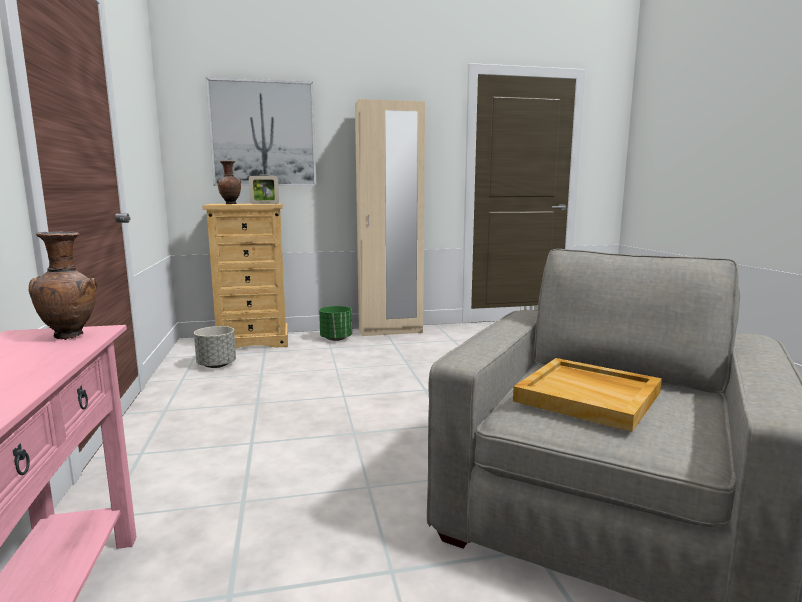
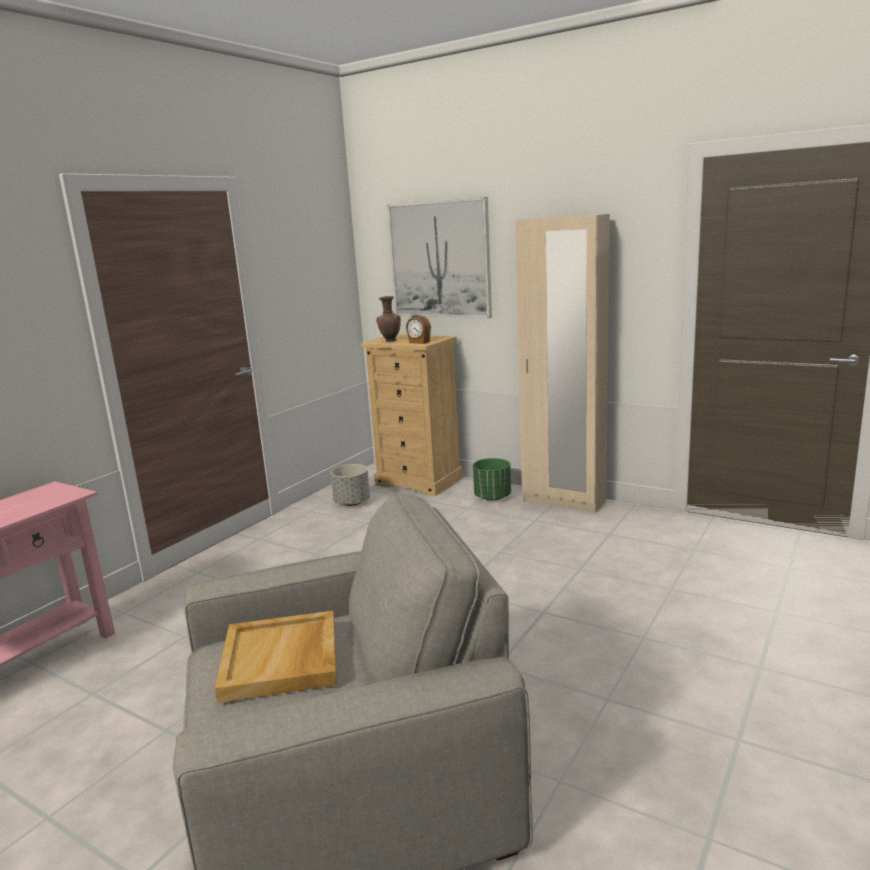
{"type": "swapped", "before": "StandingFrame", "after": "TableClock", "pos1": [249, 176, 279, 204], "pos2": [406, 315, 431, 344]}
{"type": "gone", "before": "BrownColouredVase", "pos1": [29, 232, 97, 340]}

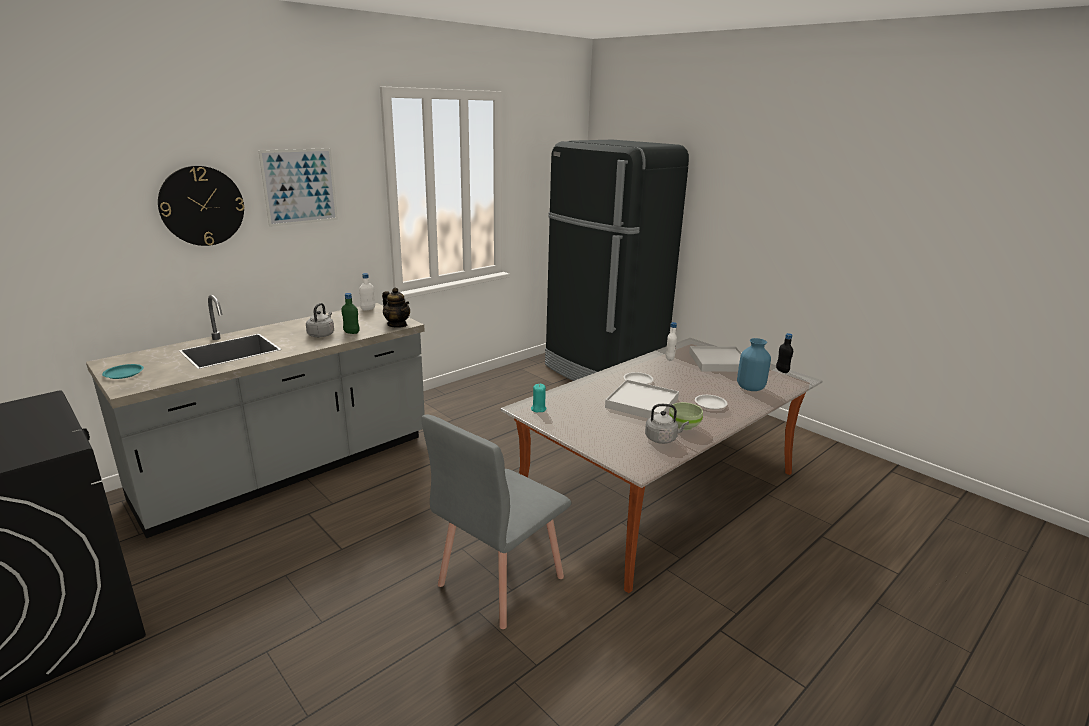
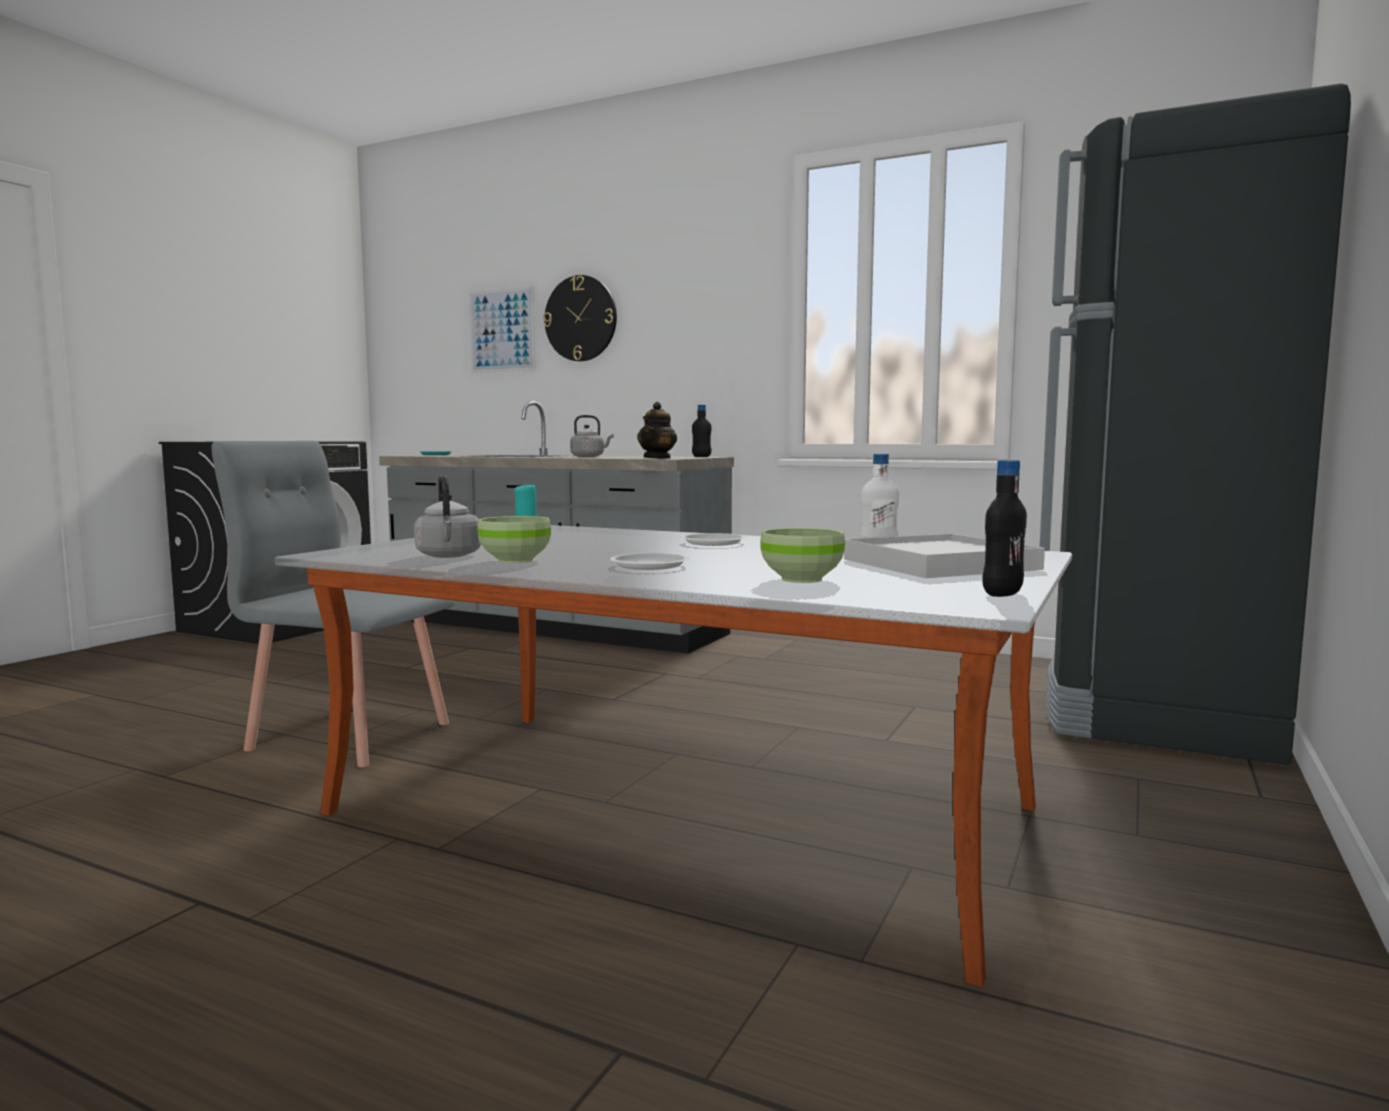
{"type": "shifted", "before": "Picture", "pos1": [258, 148, 338, 227], "pos2": [469, 287, 536, 373]}
{"type": "repainted", "before": "WhiteBeverageBottle", "after": "BlackishBeverageBottle", "pos1": [359, 273, 375, 311], "pos2": [692, 405, 711, 457]}
{"type": "gone", "before": "GreenColouredBeverageBottle", "pos1": [341, 293, 360, 334]}
{"type": "swapped", "before": "BlueColouredVase", "after": "GreenColouredDeepDish", "pos1": [737, 338, 771, 391], "pos2": [760, 528, 845, 583]}
{"type": "gone", "before": "WhiteServingTray", "pos1": [605, 380, 679, 419]}

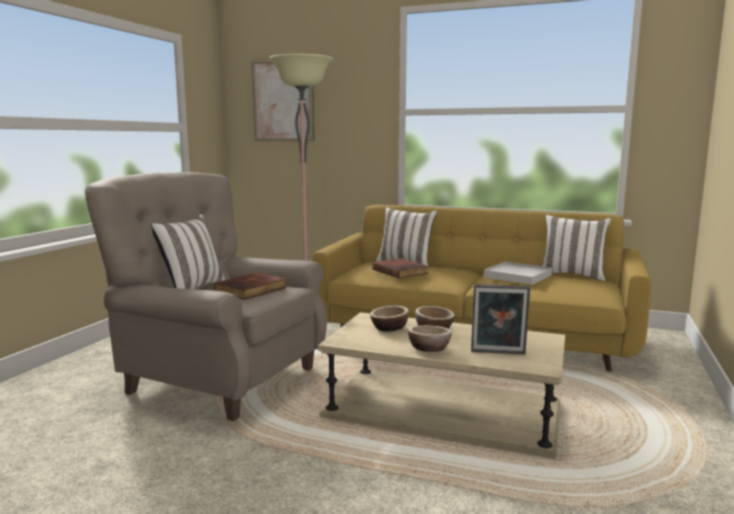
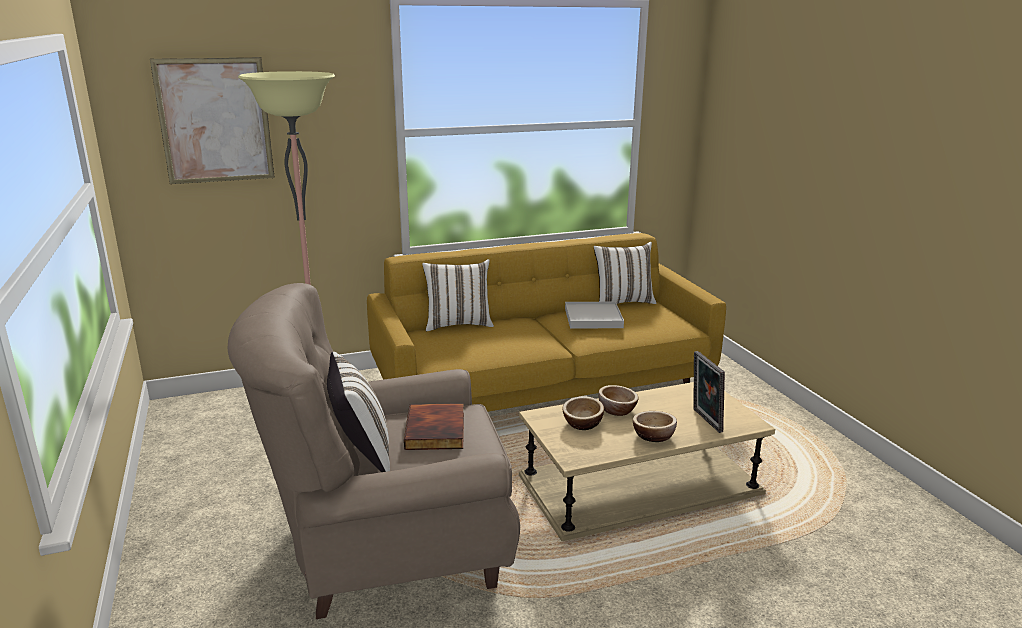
{"type": "gone", "before": "Book", "pos1": [372, 258, 428, 278]}
{"type": "rotated", "before": "StandingFrame", "pos1": [471, 284, 530, 355], "pos2": [693, 351, 725, 433], "turn": 105}

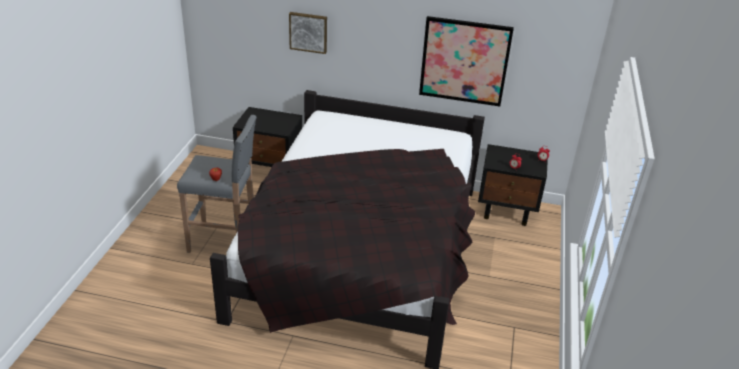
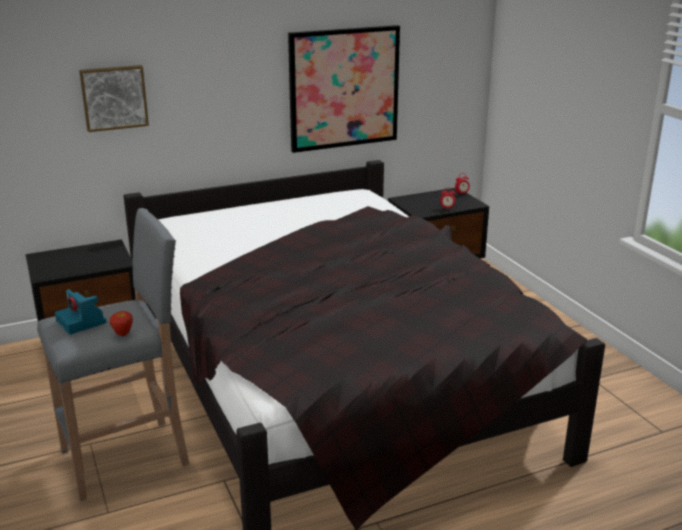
{"type": "new", "after": "PhotoCamera", "pos2": [55, 289, 107, 335]}

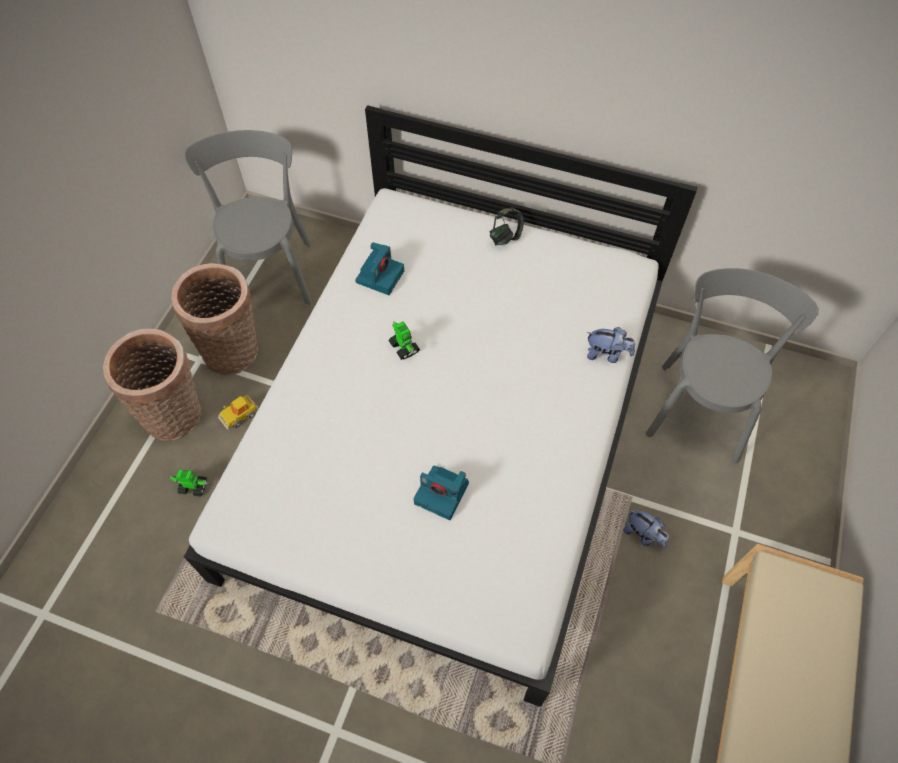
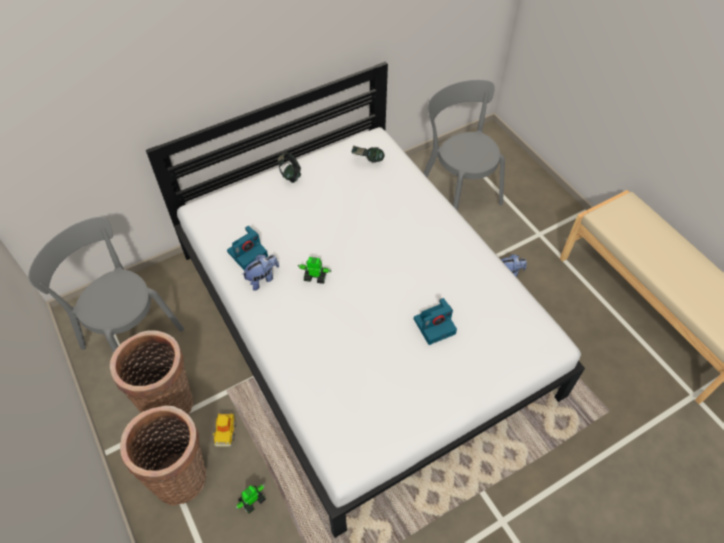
{"type": "rotated", "before": "PhotoCamera", "pos1": [355, 242, 404, 295], "pos2": [227, 226, 268, 270], "turn": 75}
{"type": "shifted", "before": "PlushToy", "pos1": [587, 327, 635, 363], "pos2": [242, 254, 279, 291]}
{"type": "new", "after": "Headset", "pos2": [351, 146, 385, 163]}

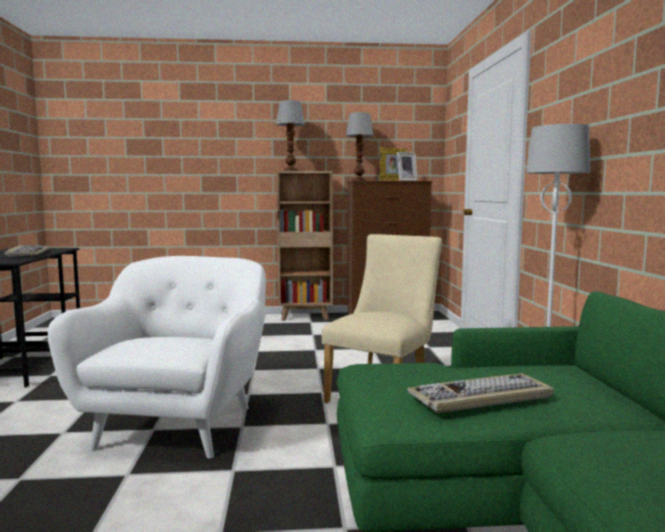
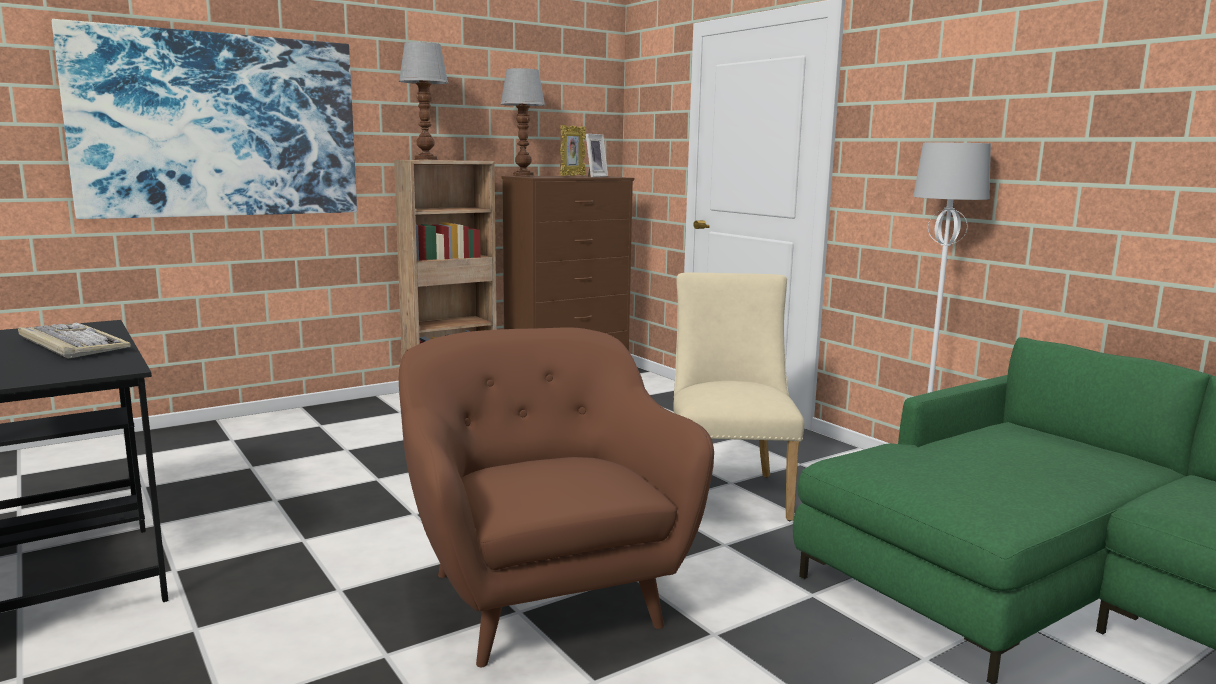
{"type": "repainted", "before": "WhiteEasyChair", "after": "BrownColouredEasyChair", "pos1": [48, 256, 266, 459], "pos2": [399, 327, 714, 667]}
{"type": "gone", "before": "PcKeyboard", "pos1": [407, 373, 554, 413]}
{"type": "new", "after": "Picture", "pos2": [52, 19, 357, 219]}

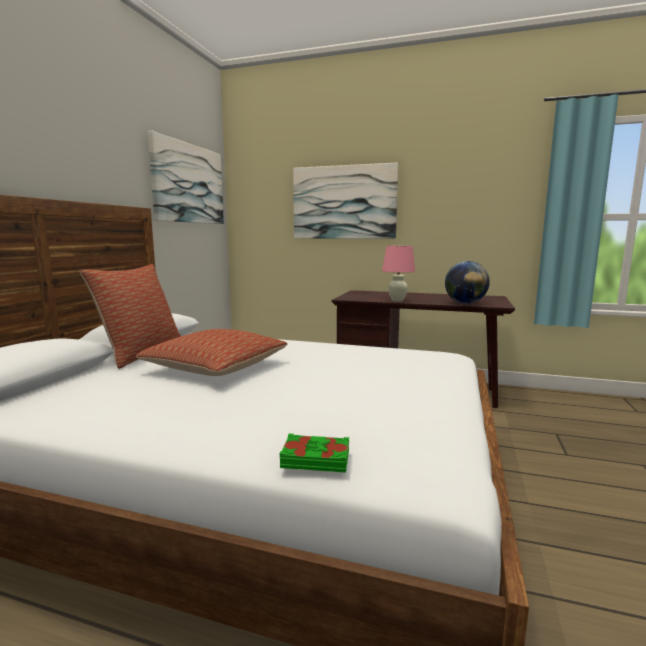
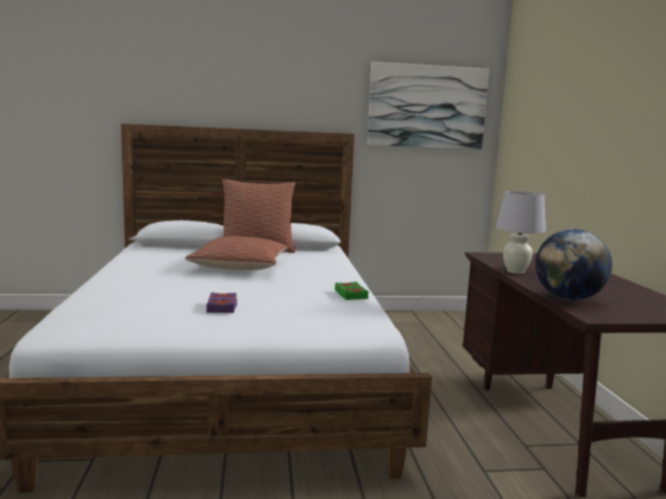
{"type": "gone", "before": "Picture", "pos1": [293, 162, 398, 239]}
{"type": "repainted", "before": "PinkTableLamp", "after": "WhiteTableLamp", "pos1": [382, 246, 415, 302], "pos2": [496, 191, 546, 274]}
{"type": "shifted", "before": "GreenColouredBook", "pos1": [279, 434, 349, 473], "pos2": [335, 282, 369, 300]}
{"type": "new", "after": "PurplishBook", "pos2": [206, 292, 237, 313]}

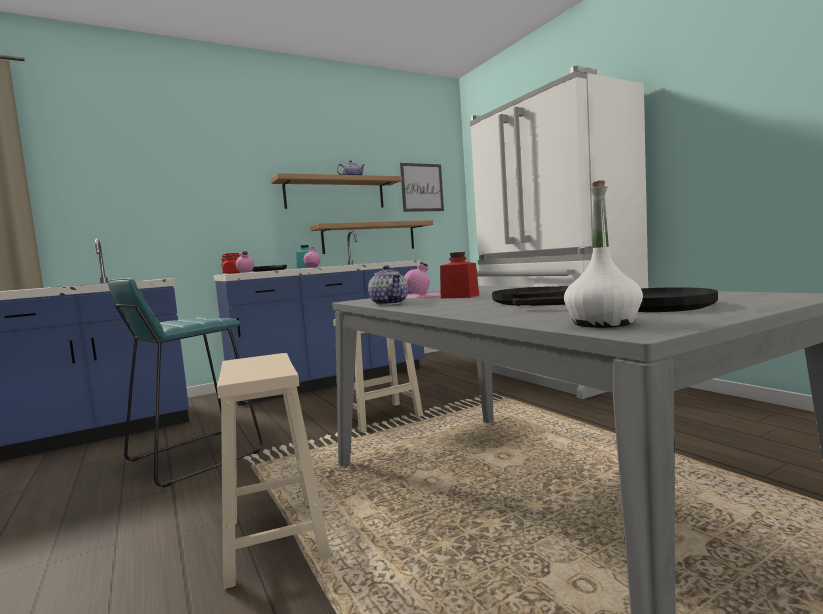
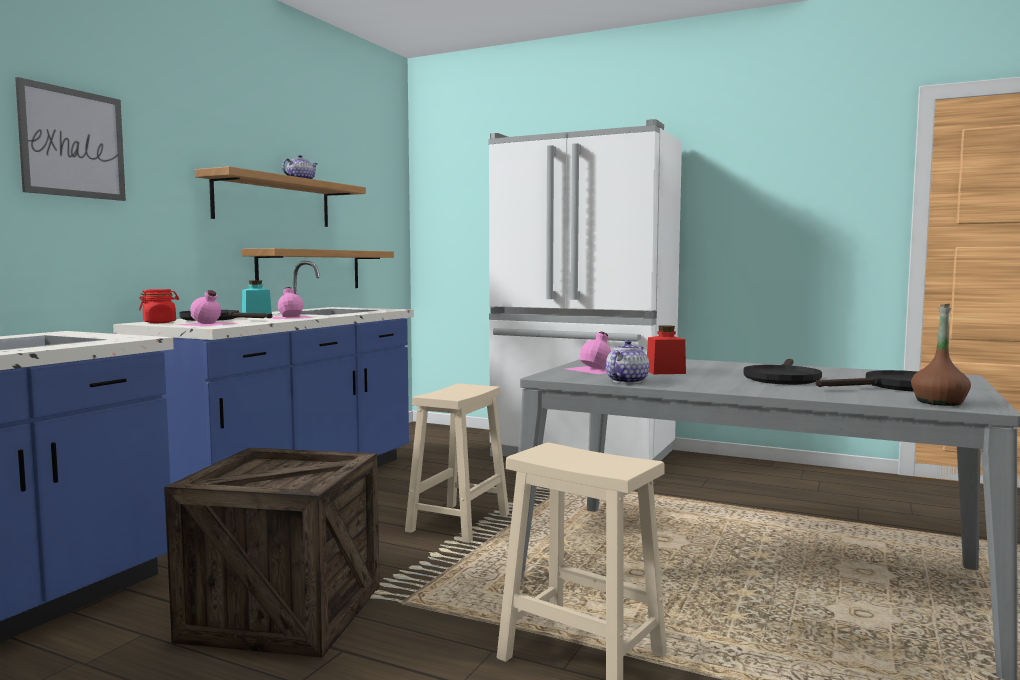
{"type": "shifted", "before": "Picture", "pos1": [400, 163, 444, 212], "pos2": [15, 77, 126, 201]}
{"type": "repainted", "before": "WhiteBeverageBottle", "after": "BrownColouredBeverageBottle", "pos1": [564, 181, 643, 328], "pos2": [911, 304, 971, 406]}
{"type": "rotated", "before": "TeaPot", "pos1": [368, 265, 408, 305], "pos2": [606, 340, 649, 384], "turn": -90}
{"type": "swapped", "before": "TurquoiseStool", "after": "ShippingCrate", "pos1": [108, 278, 263, 487], "pos2": [164, 448, 380, 658]}

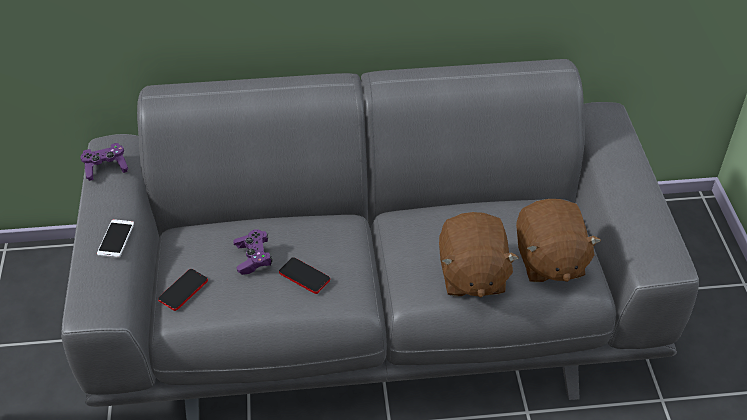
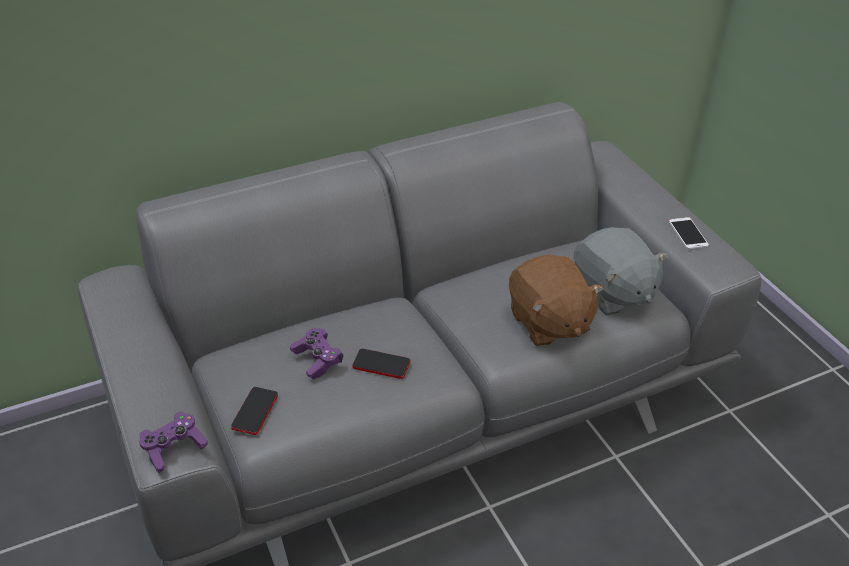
{"type": "shifted", "before": "PurplishGameController", "pos1": [80, 143, 129, 181], "pos2": [139, 411, 208, 473]}
{"type": "repainted", "before": "BrownColouredPlushToy", "after": "GreyPlushToy", "pos1": [516, 199, 601, 282], "pos2": [574, 227, 668, 315]}
{"type": "shifted", "before": "Handset", "pos1": [97, 219, 134, 258], "pos2": [669, 217, 709, 249]}

